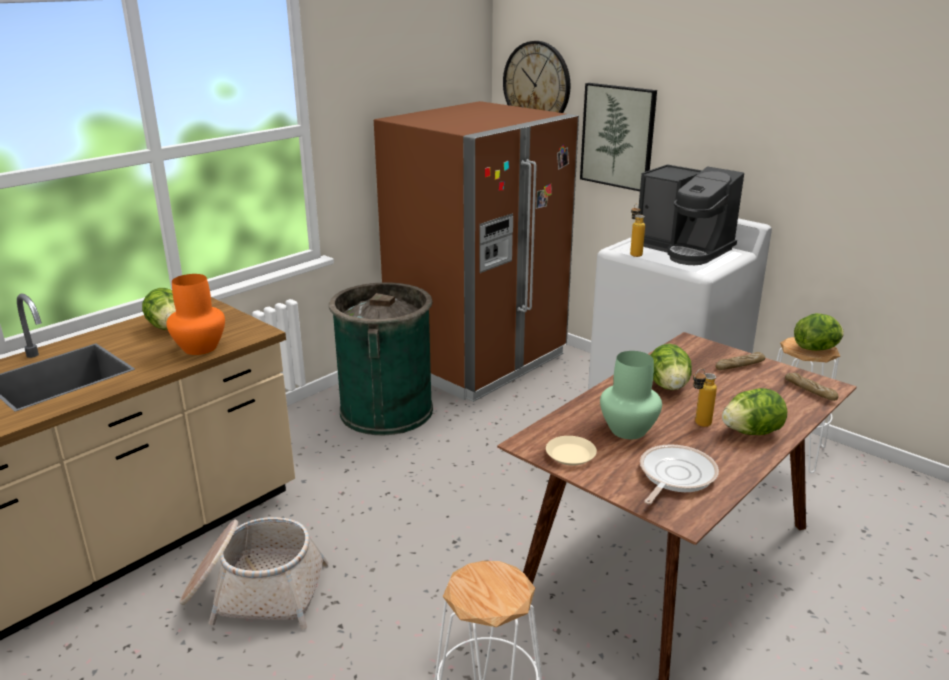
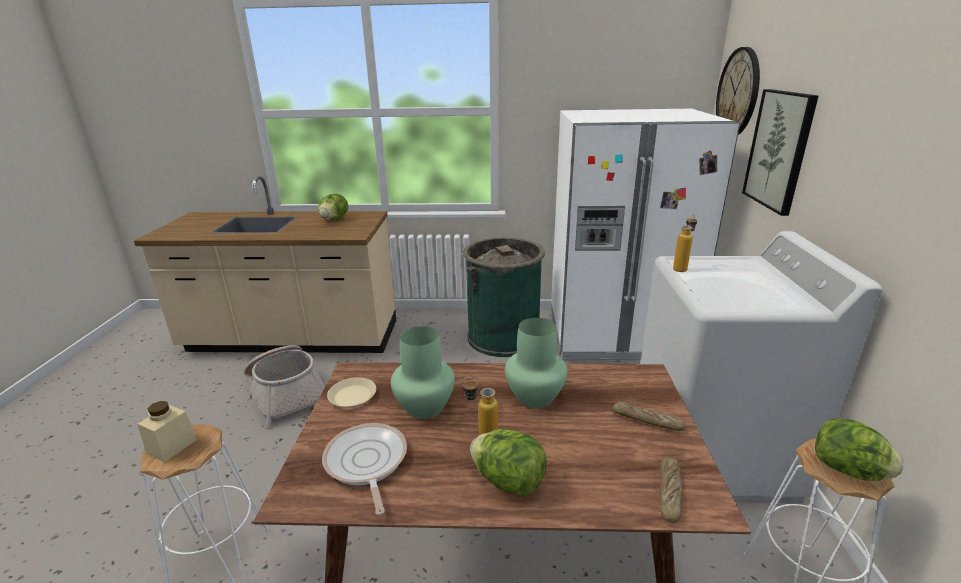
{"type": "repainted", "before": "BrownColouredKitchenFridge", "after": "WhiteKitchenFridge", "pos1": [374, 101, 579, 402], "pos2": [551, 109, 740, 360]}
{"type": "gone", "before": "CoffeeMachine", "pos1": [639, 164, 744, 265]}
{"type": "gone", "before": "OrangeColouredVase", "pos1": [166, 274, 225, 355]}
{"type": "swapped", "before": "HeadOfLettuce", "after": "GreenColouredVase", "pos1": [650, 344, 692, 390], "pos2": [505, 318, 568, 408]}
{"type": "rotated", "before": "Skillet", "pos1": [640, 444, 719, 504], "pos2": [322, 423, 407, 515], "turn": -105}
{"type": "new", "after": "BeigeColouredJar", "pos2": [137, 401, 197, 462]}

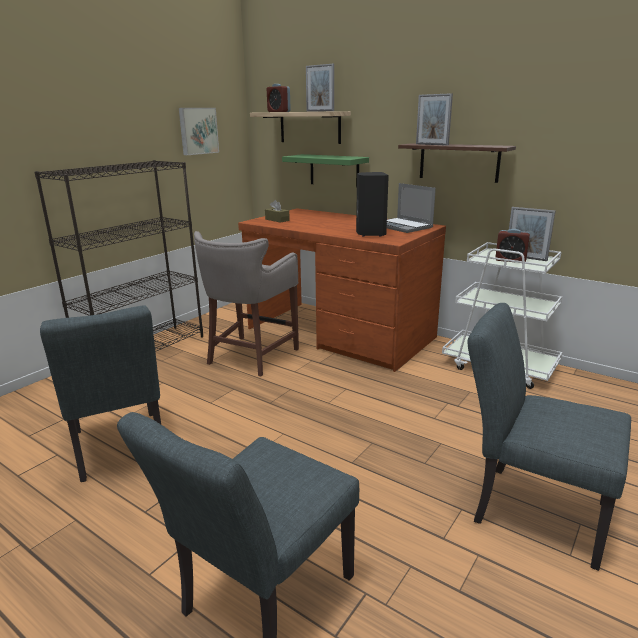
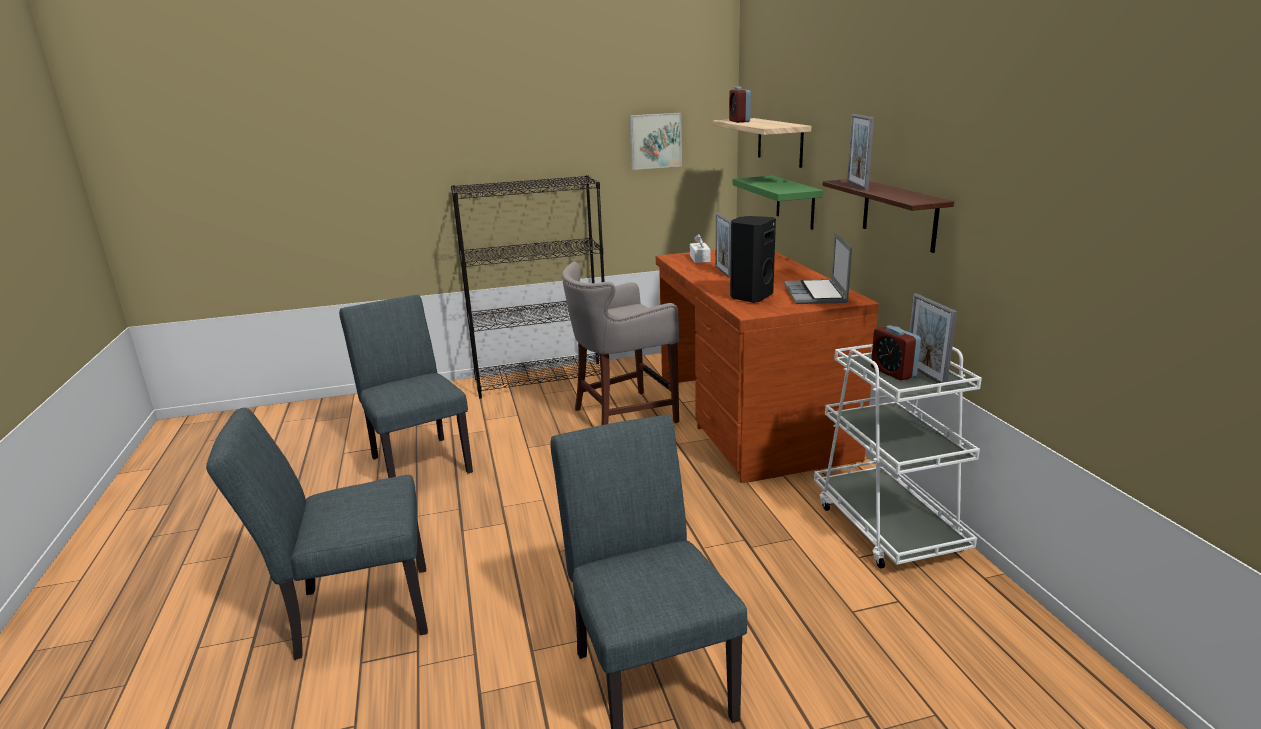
{"type": "shifted", "before": "StandingFrame", "pos1": [306, 64, 334, 112], "pos2": [715, 213, 731, 278]}
{"type": "repainted", "before": "BrownColouredTissueBox", "after": "WhiteTissueBox", "pos1": [265, 200, 290, 223], "pos2": [690, 234, 710, 263]}
{"type": "rotated", "before": "GreyPlainChair", "pos1": [40, 305, 161, 482], "pos2": [339, 295, 473, 478], "turn": 135}

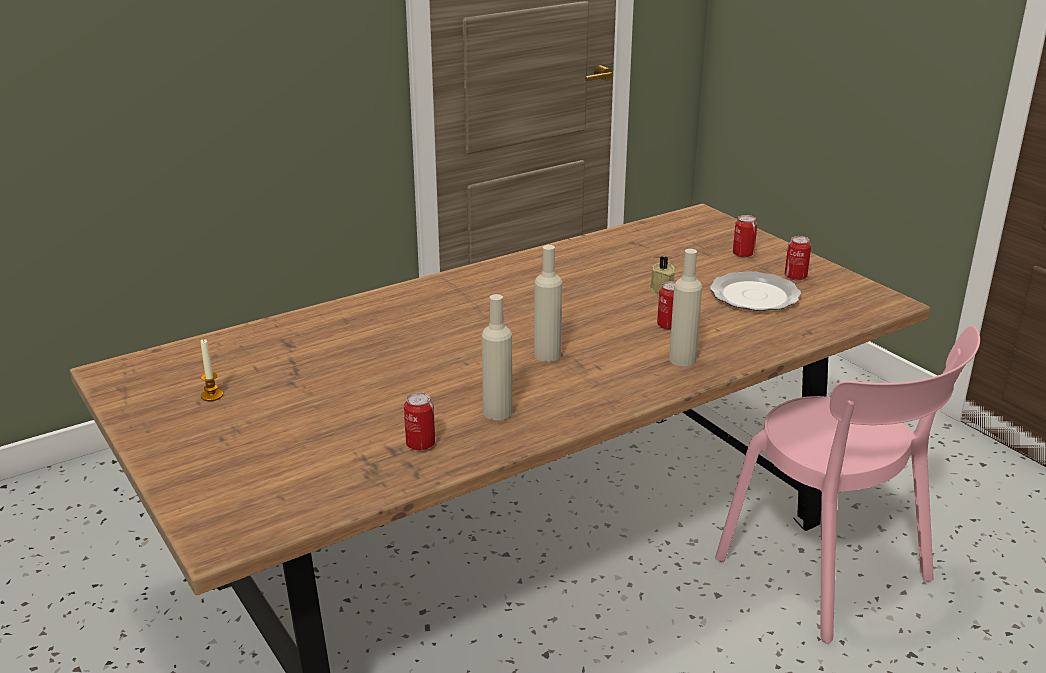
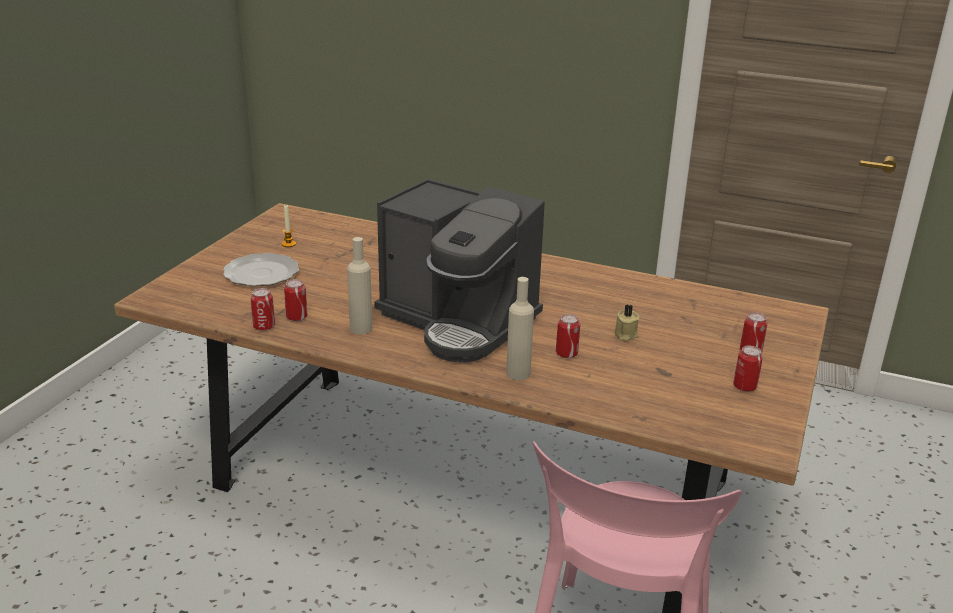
{"type": "swapped", "before": "BeigeColouredBeverageBottle", "after": "CoffeeMachine", "pos1": [534, 245, 562, 362], "pos2": [374, 178, 545, 362]}
{"type": "shifted", "before": "FlatDish", "pos1": [710, 271, 801, 311], "pos2": [223, 253, 299, 286]}
{"type": "new", "after": "Can", "pos2": [251, 288, 275, 331]}

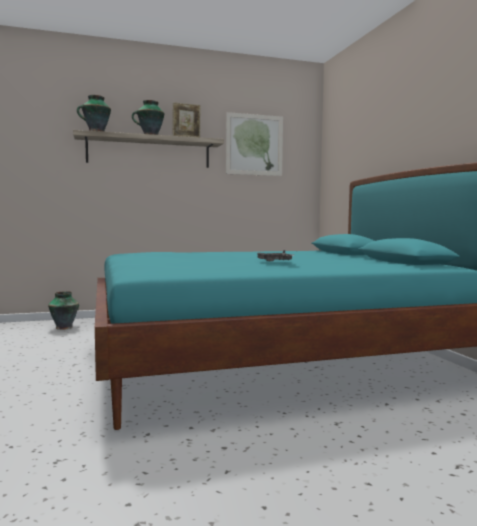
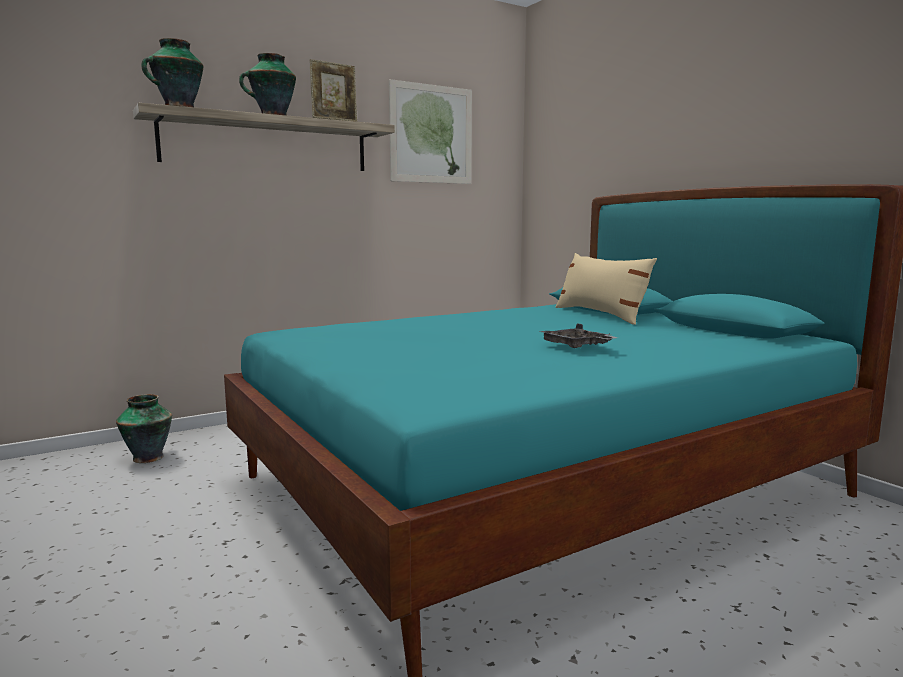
{"type": "new", "after": "BeigeColouredPillow", "pos2": [556, 253, 657, 325]}

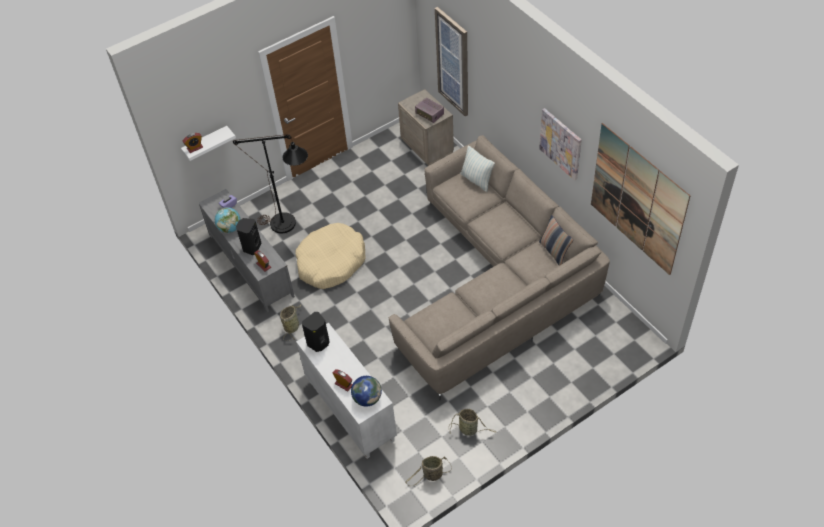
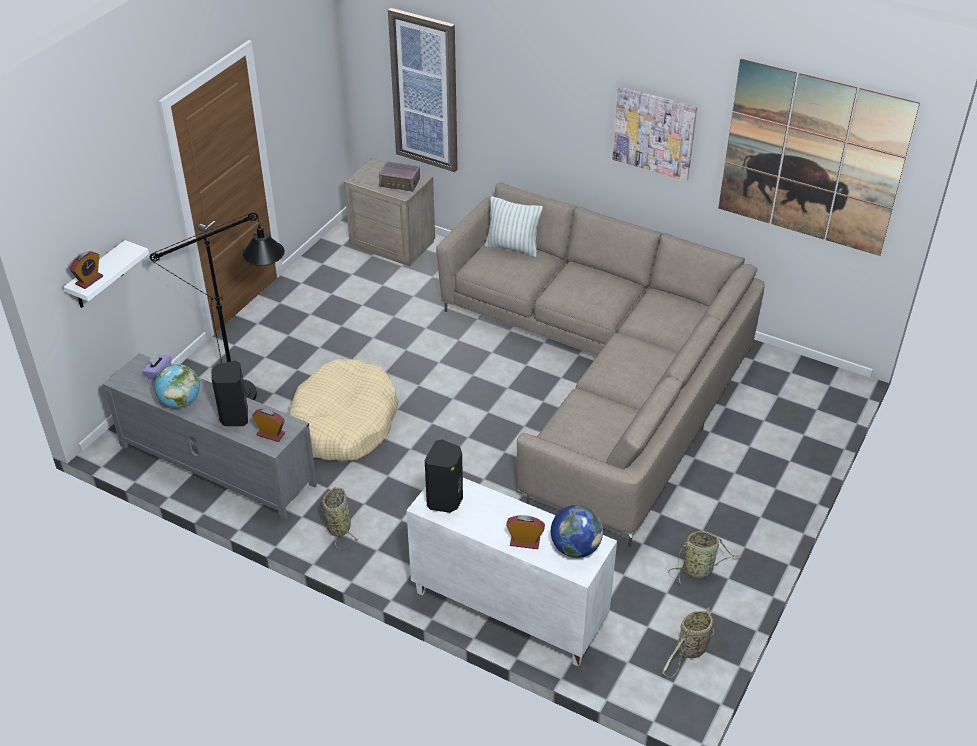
{"type": "gone", "before": "Pillow", "pos1": [539, 215, 573, 266]}

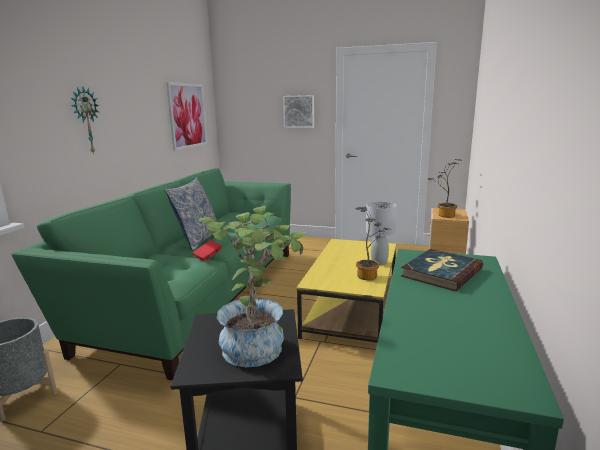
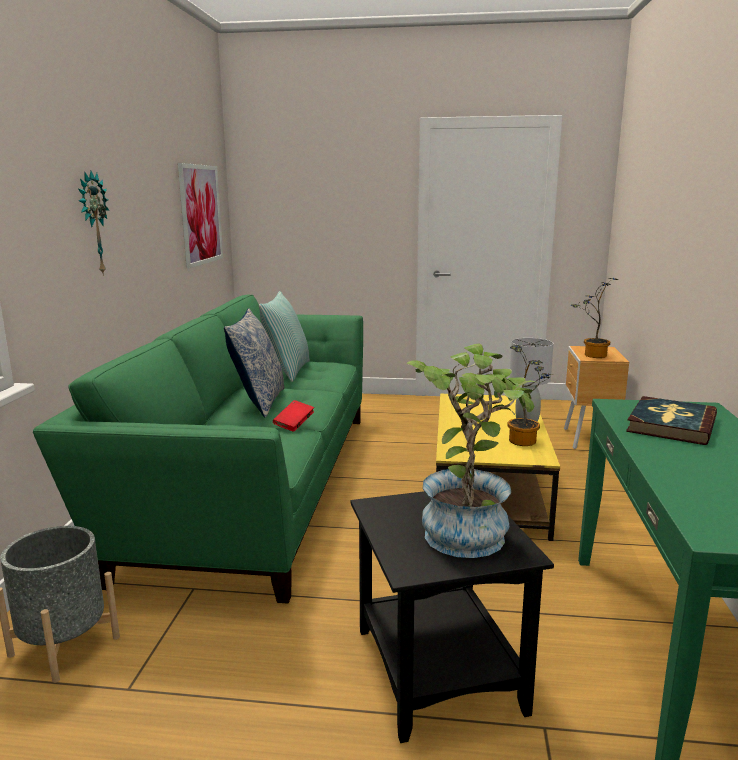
{"type": "gone", "before": "Picture", "pos1": [283, 95, 314, 128]}
{"type": "new", "after": "Pillow", "pos2": [259, 291, 310, 382]}

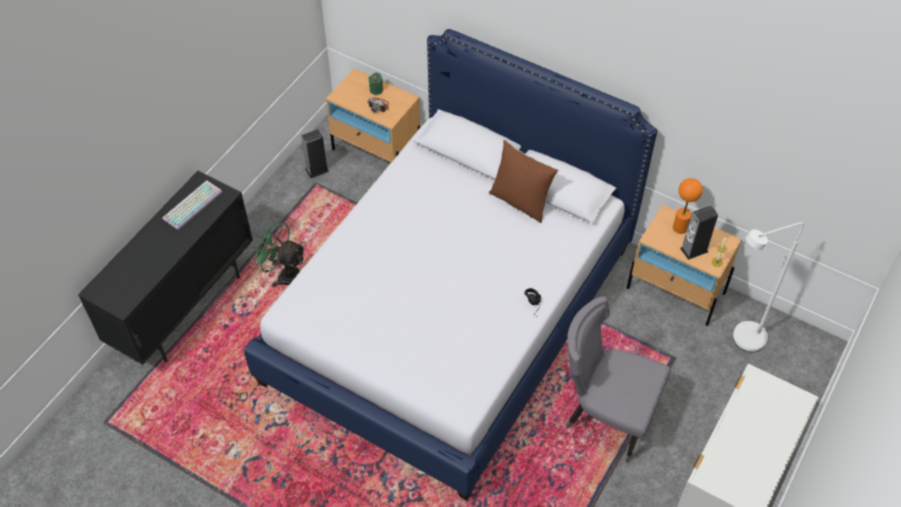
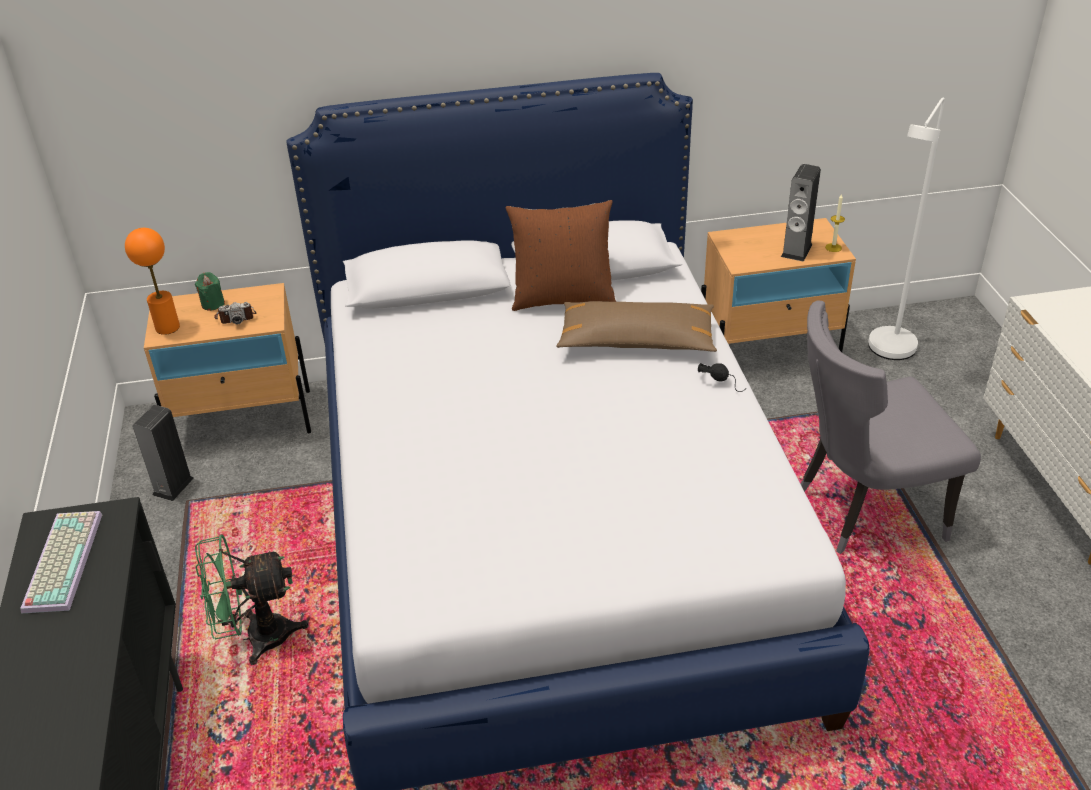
{"type": "shifted", "before": "OrangeColouredTableLamp", "pos1": [673, 178, 703, 234], "pos2": [125, 228, 180, 335]}
{"type": "new", "after": "BrownColouredPillow", "pos2": [556, 301, 717, 352]}

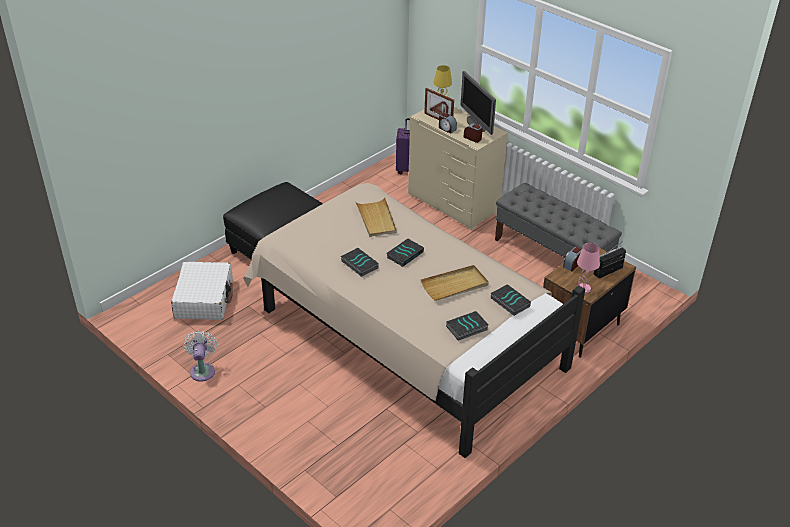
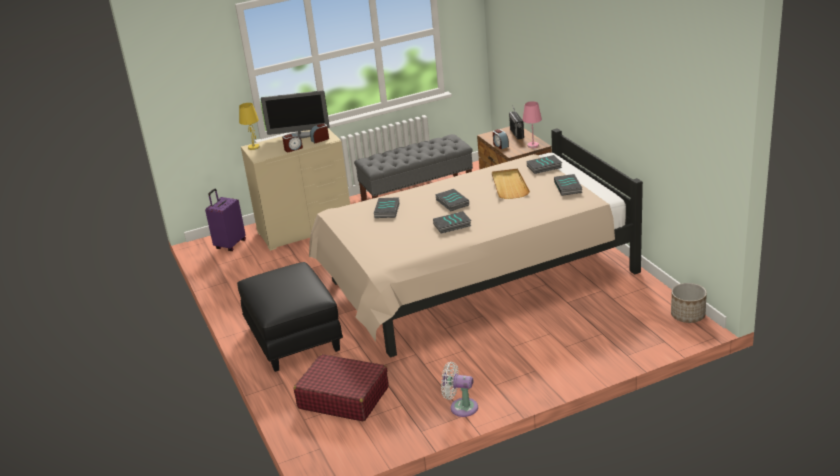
{"type": "gone", "before": "StandingFrame", "pos1": [424, 88, 454, 120]}
{"type": "swapped", "before": "BeigeColouredServingTray", "after": "Book", "pos1": [355, 197, 397, 237], "pos2": [374, 197, 400, 218]}
{"type": "repainted", "before": "WhitePieceOfLuggage", "after": "RedPieceOfLuggage", "pos1": [171, 262, 233, 320], "pos2": [294, 354, 389, 421]}
{"type": "new", "after": "Planter", "pos2": [671, 283, 707, 323]}

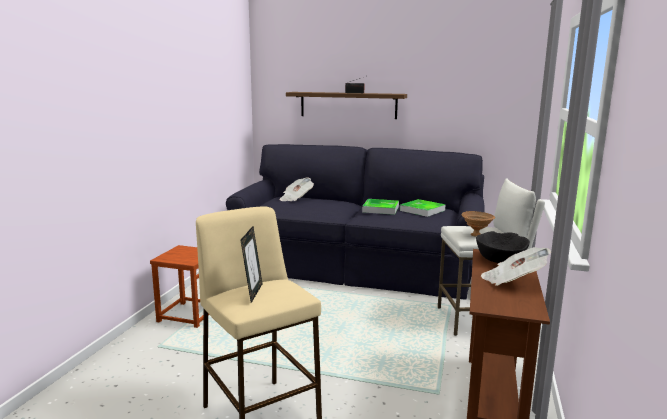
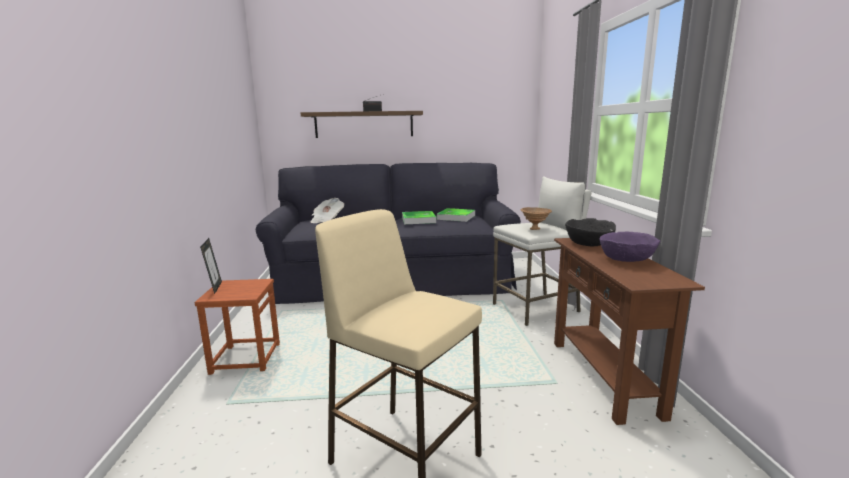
{"type": "shifted", "before": "StandingFrame", "pos1": [240, 226, 263, 303], "pos2": [200, 238, 222, 294]}
{"type": "swapped", "before": "Newspaper", "after": "PurplishDeepDish", "pos1": [481, 247, 551, 286], "pos2": [600, 232, 660, 262]}

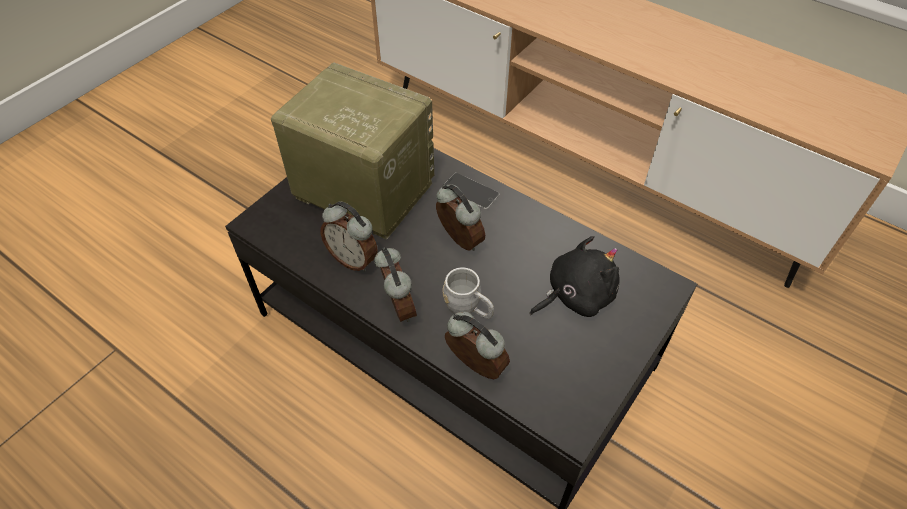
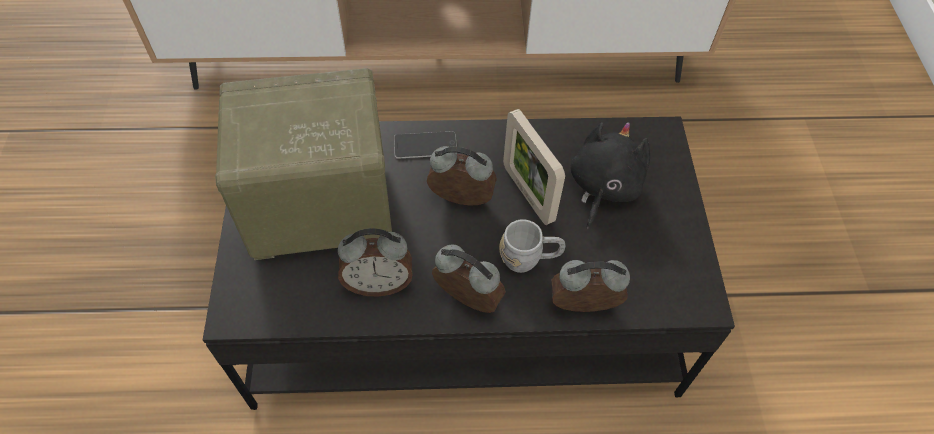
{"type": "new", "after": "StandingFrame", "pos2": [503, 109, 565, 225]}

